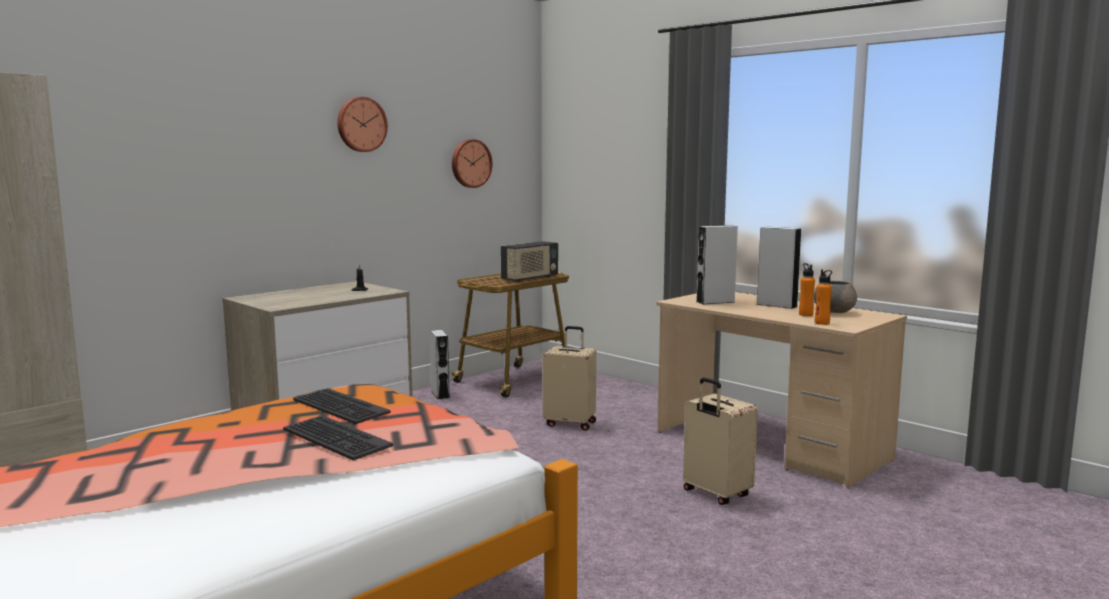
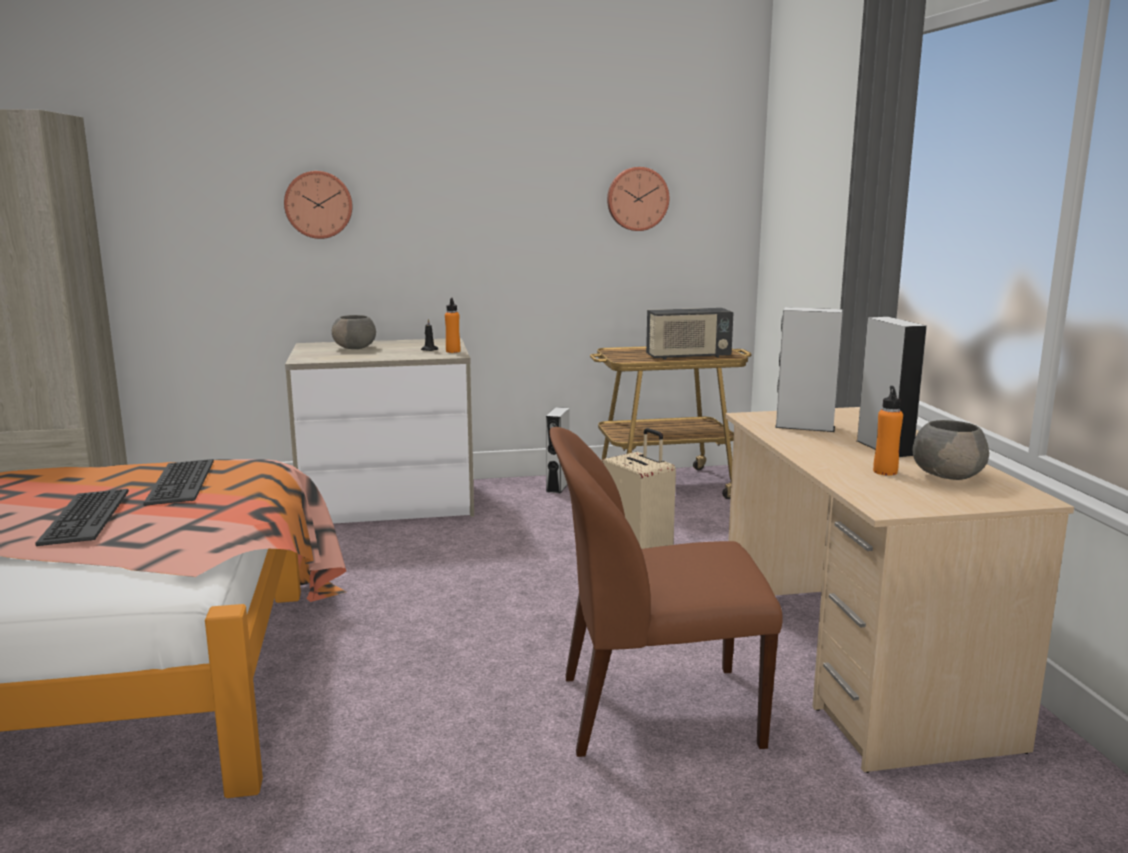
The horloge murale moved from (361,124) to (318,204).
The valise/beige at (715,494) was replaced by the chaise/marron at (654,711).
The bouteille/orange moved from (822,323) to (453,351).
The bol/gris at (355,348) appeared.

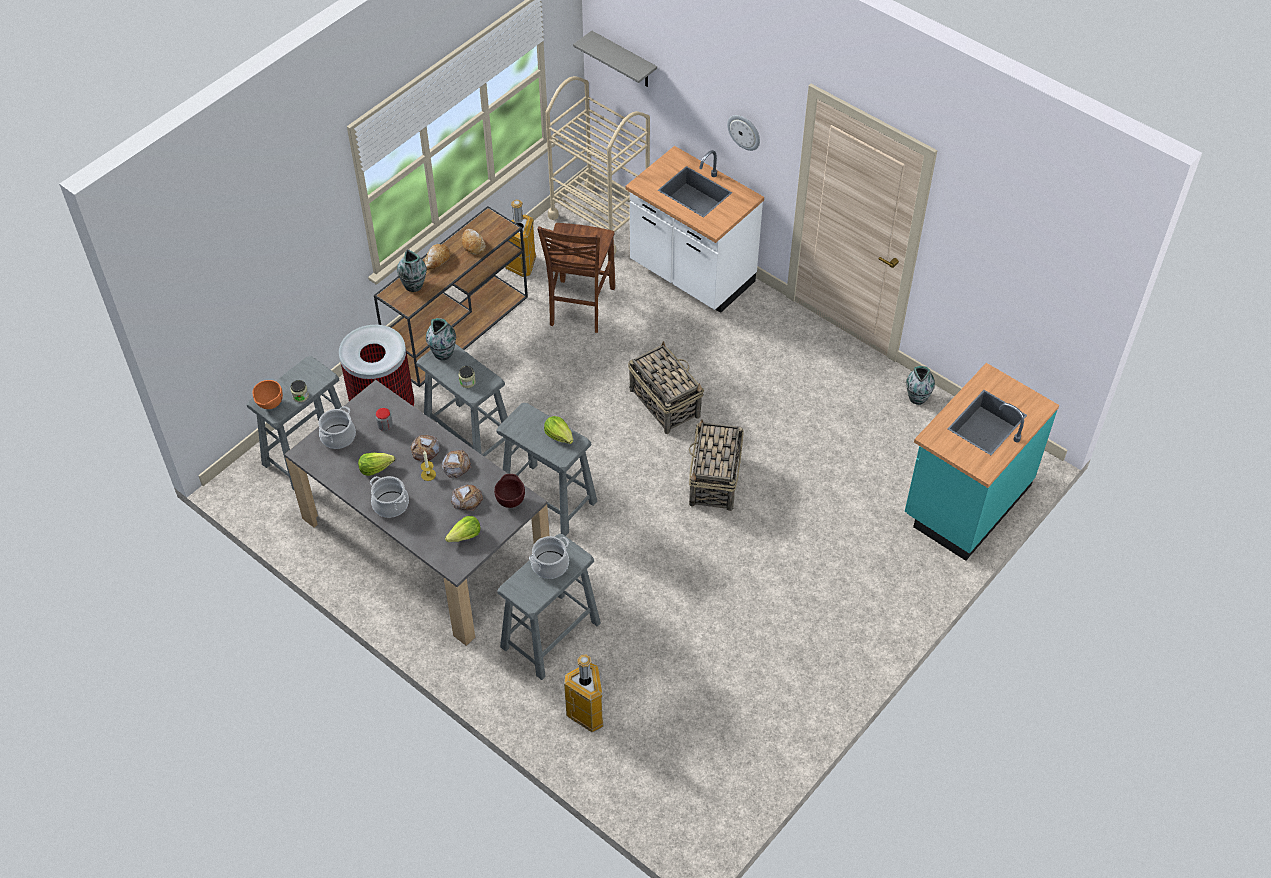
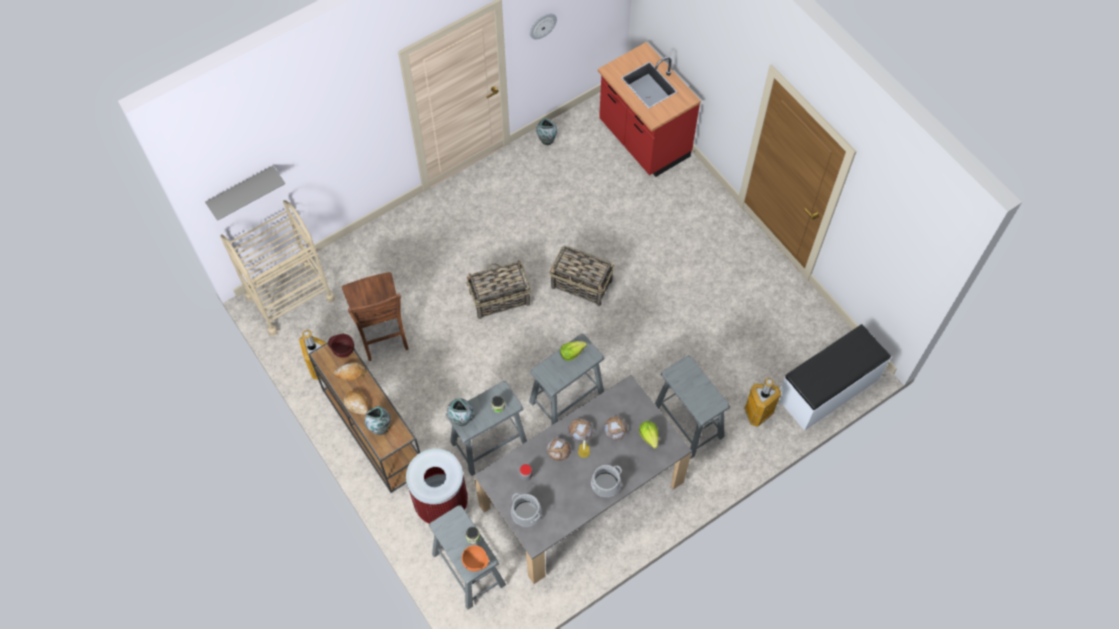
The laitue at (375,468) disappeared.
The bol/marron moved from (511,500) to (343,351).
The marmite at (550,565) disappeared.
The chaise/marron at (580,307) turned 45 degrees clockwise.
The comptoir de cuisine/blanc at (691,275) disappeared.
The horloge murale moved from (744,132) to (542,25).
The comptoir de cuisine/turquoise at (965,501) became the comptoir de cuisine/rouge at (643,141).
The banc/blanc at (828,389) appeared.

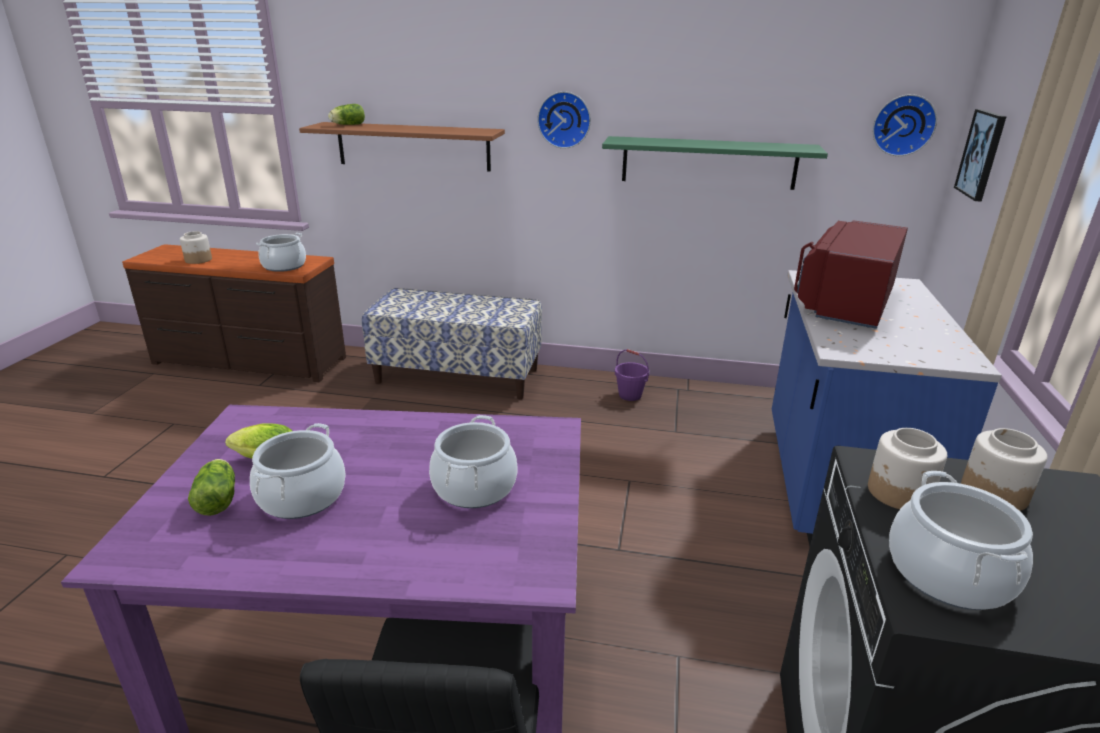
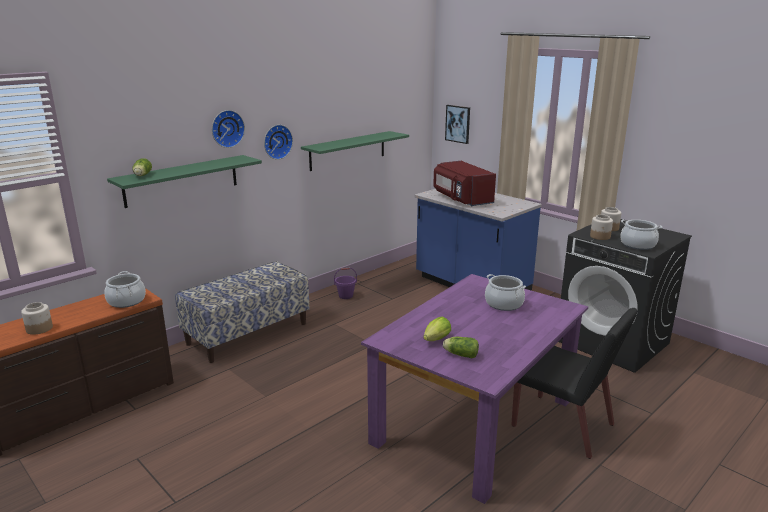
The marmite at (302,496) disappeared.
The étagère/marron at (413,146) became the étagère/vert at (182,180).
The horloge murale moved from (903,125) to (226,128).

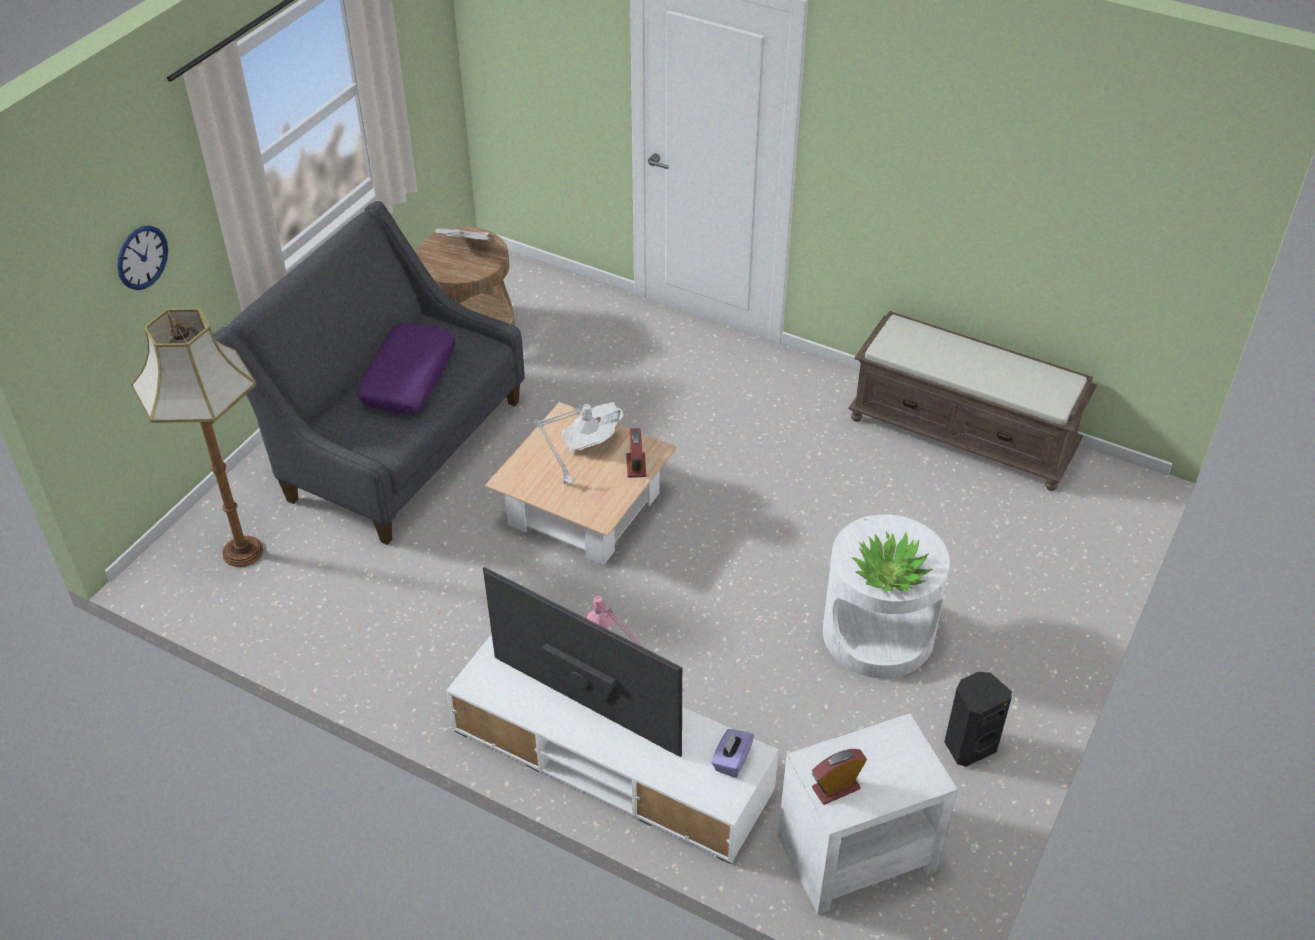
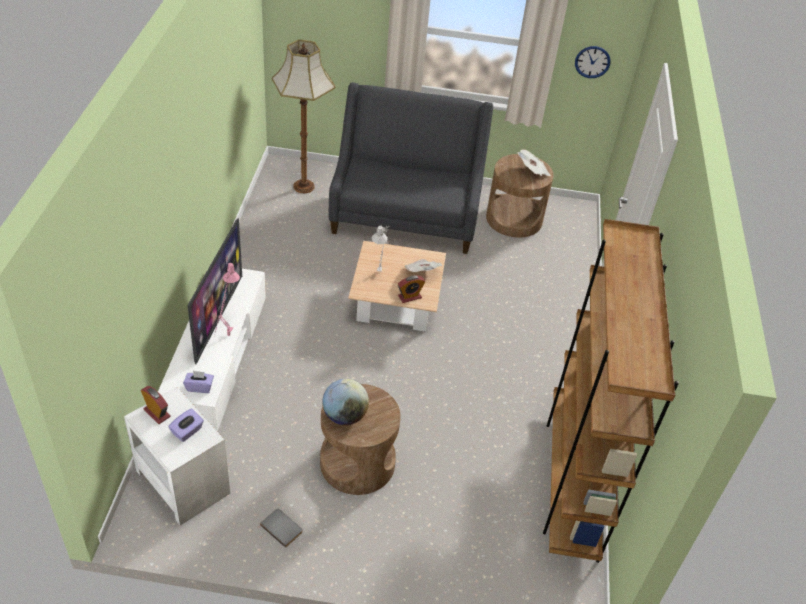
The horloge murale moved from (142,257) to (592,62).
The coussin/violet at (408,378) disappeared.
The table d'appoint/blanc at (877,634) became the table d'appoint/marron at (357,462).
The banc/marron at (964,433) was replaced by the bibliothèque/marron at (572,481).
The plante en pot at (889,573) was replaced by the globe at (344,416).
The enceinte/noir at (968,745) was replaced by the livre/gris at (282,527).
The boîte à mouchoirs/violet at (187,431) appeared.

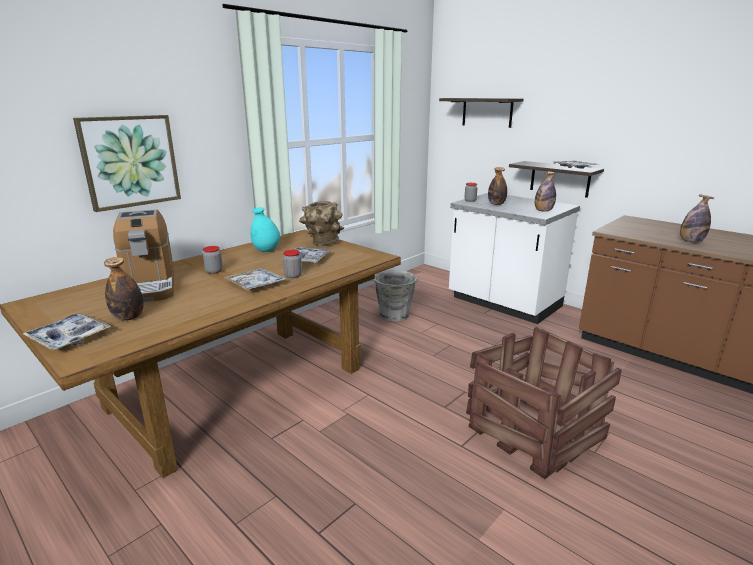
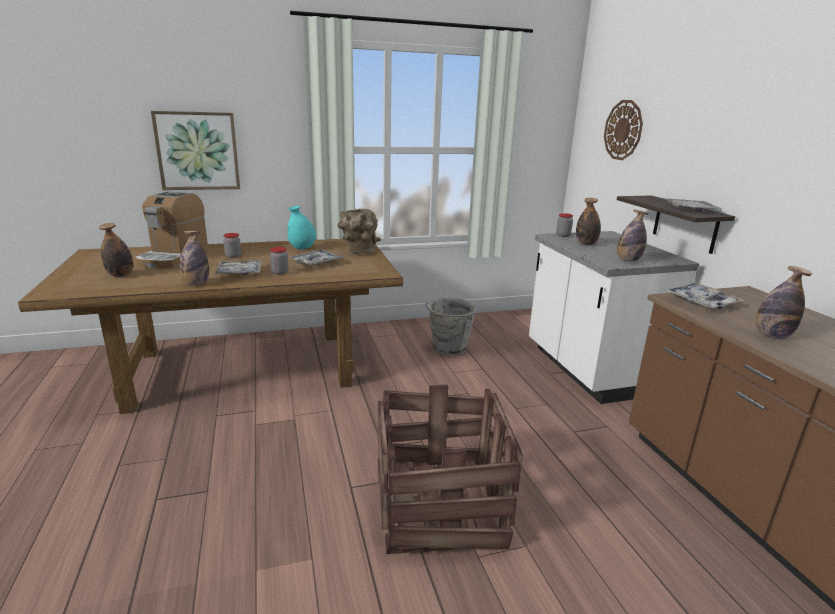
The plateau moved from (69,337) to (701,302).
The étagère at (487,112) was replaced by the horloge murale at (623,130).
The bouteille at (196,284) appeared.

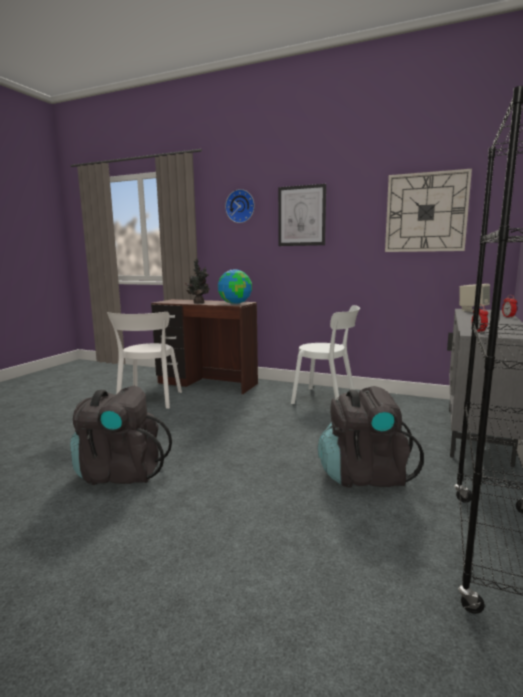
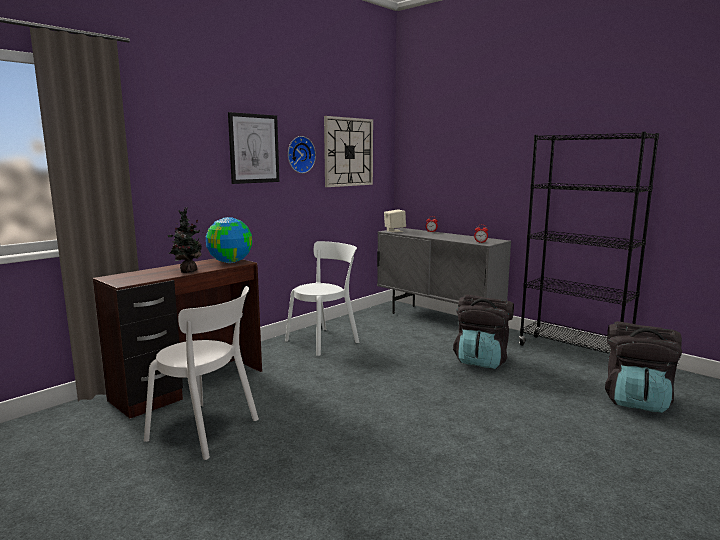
The sac à dos/noir moved from (120,473) to (636,400).
The horloge murale moved from (240,206) to (299,154).

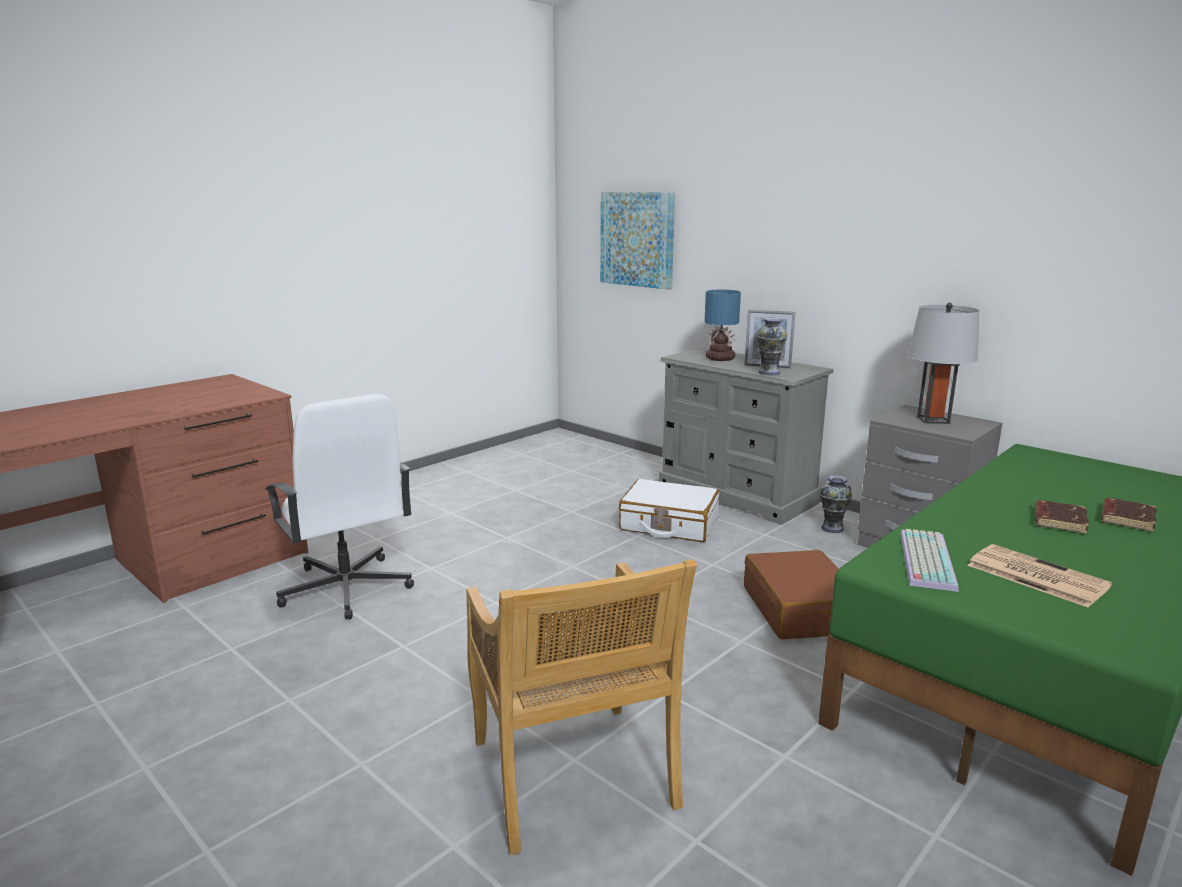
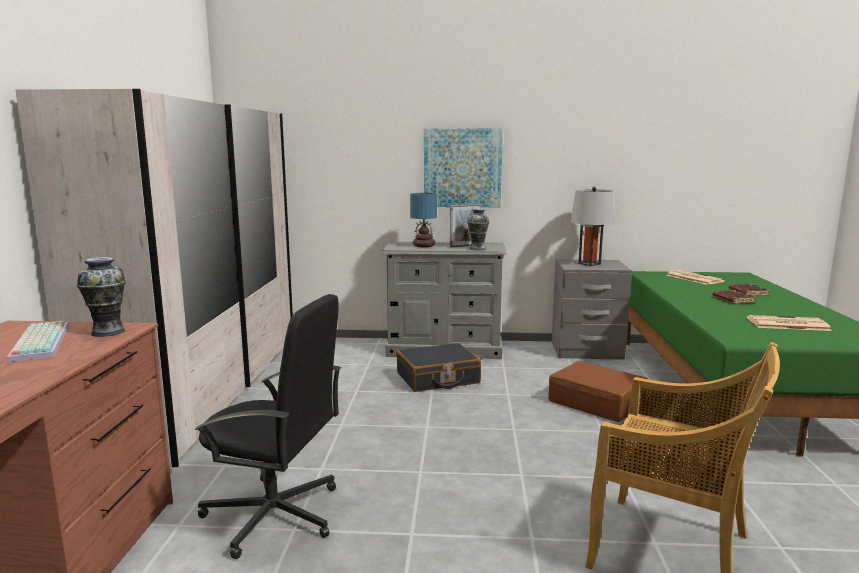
The chaise de bureau/blanc at (346,589) became the chaise de bureau/noir at (275,515).
The tableau moved from (637,239) to (462,168).
The valise/blanc at (669,524) became the valise/noir at (438,378).
The vase moved from (832,528) to (108,332).
The clavier moved from (924,559) to (38,342).
The armoire/blanc at (209,389) appeared.
The journal at (693,278) appeared.

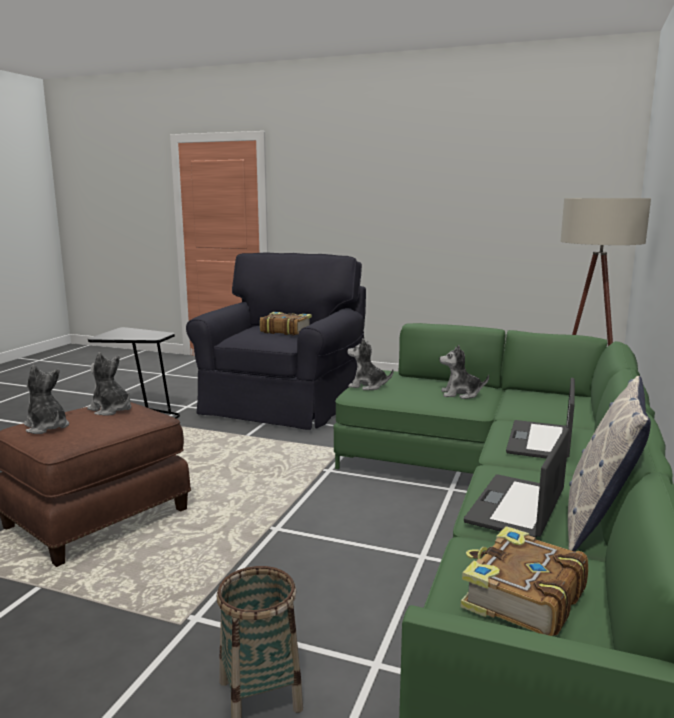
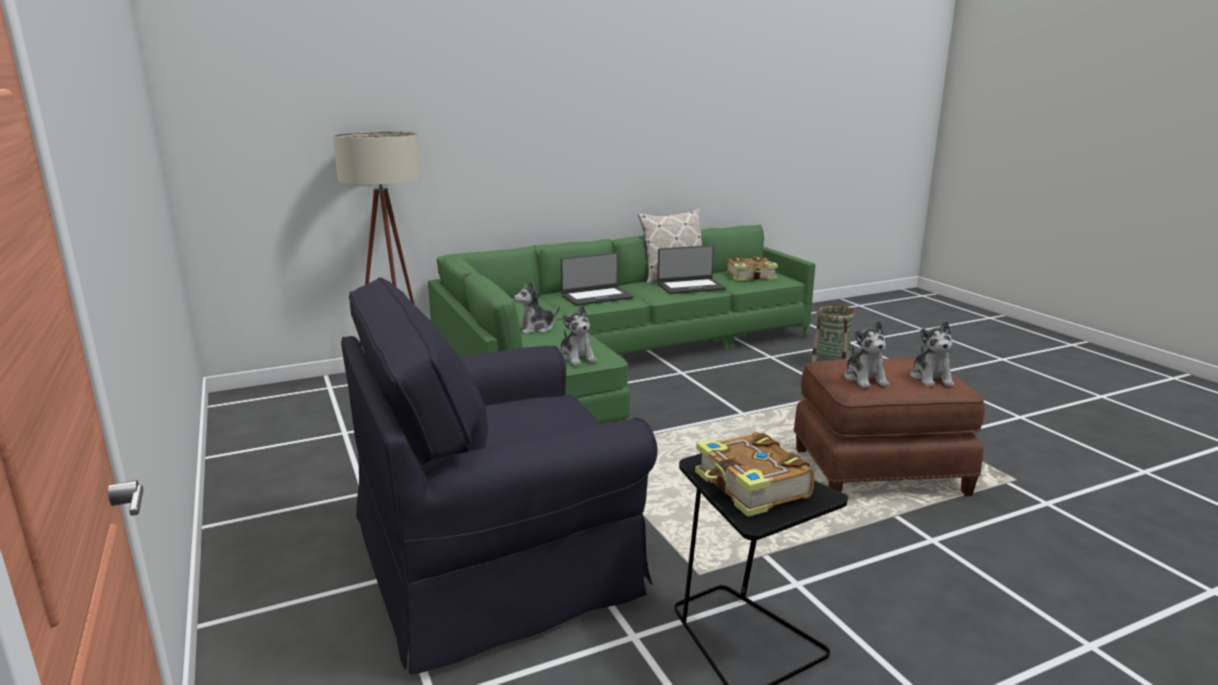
The livre moved from (285,331) to (751,487).
The peluche at (461,394) turned 105 degrees clockwise.

